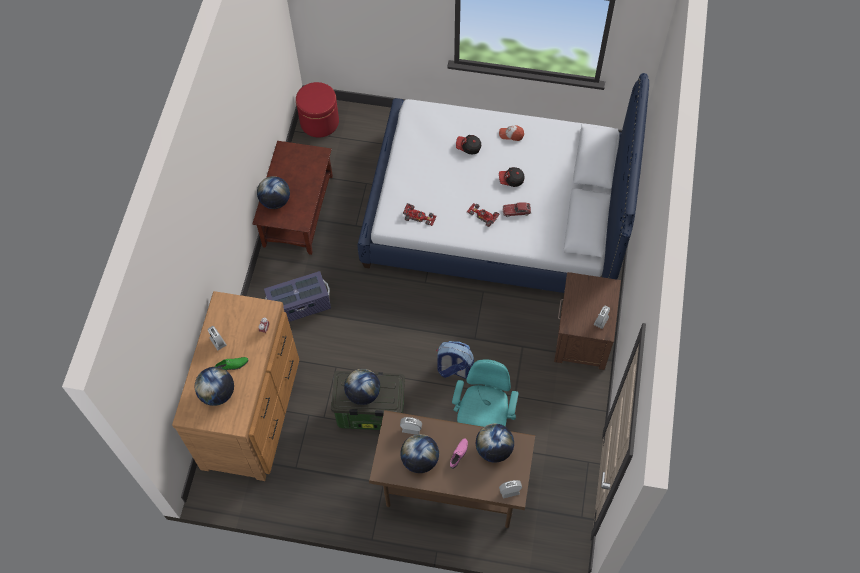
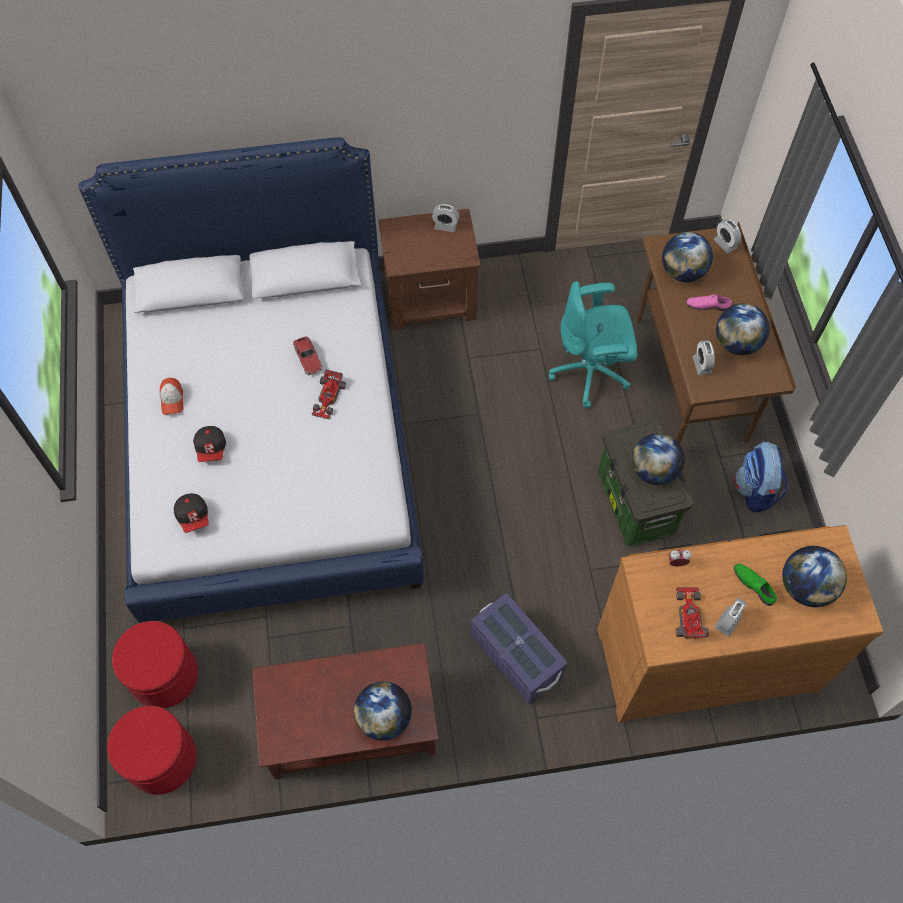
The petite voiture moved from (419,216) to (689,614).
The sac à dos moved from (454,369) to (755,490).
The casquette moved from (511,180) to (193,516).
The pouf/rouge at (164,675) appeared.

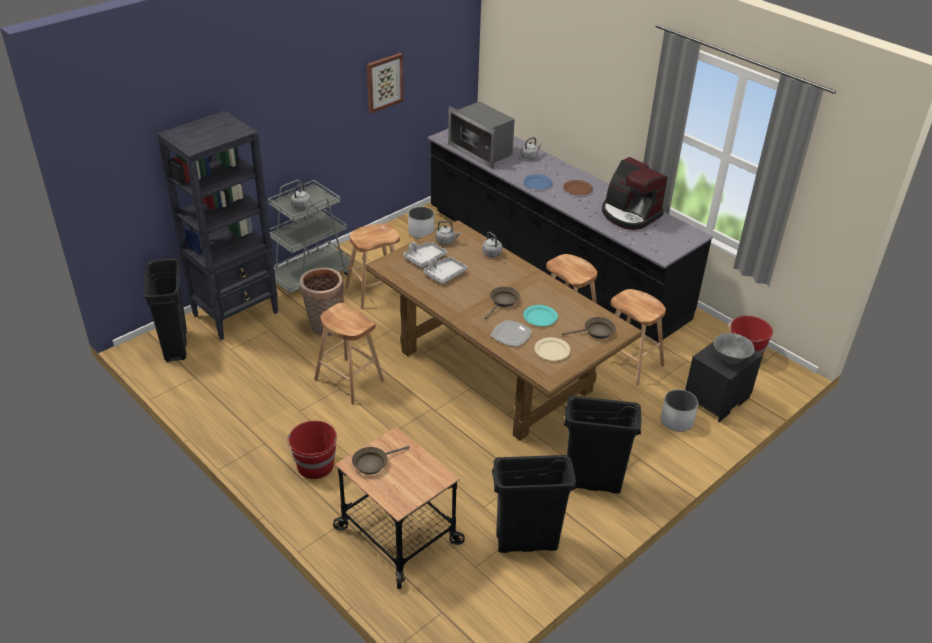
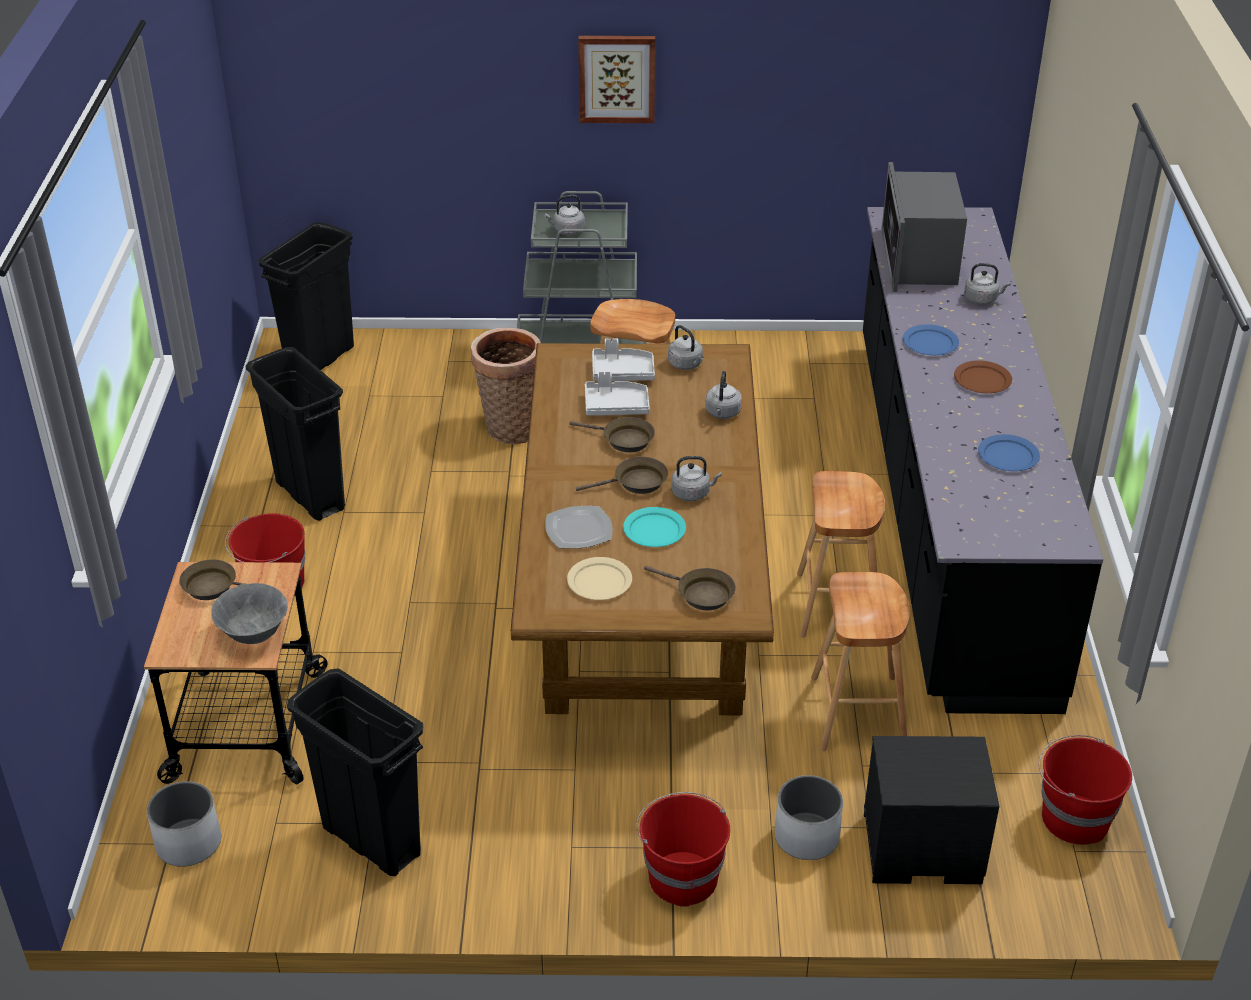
The bibliothèque/noir at (236,314) disappeared.
The tabouret/marron at (349,381) disappeared.
The tableau moved from (384,82) to (617,78).
The cache-pot/blanc moved from (421,232) to (189,843).
The poubelle/noir moved from (592,483) to (310,495).
The machine à café at (629,214) was replaced by the assiette/bleu at (1008,456).
The bol/gris moved from (730,359) to (254,635).
The poêle/marron at (623,440) appeared.
The seau/rouge at (682,877) appeared.
The bouilloire/gris at (692,493) appeared.

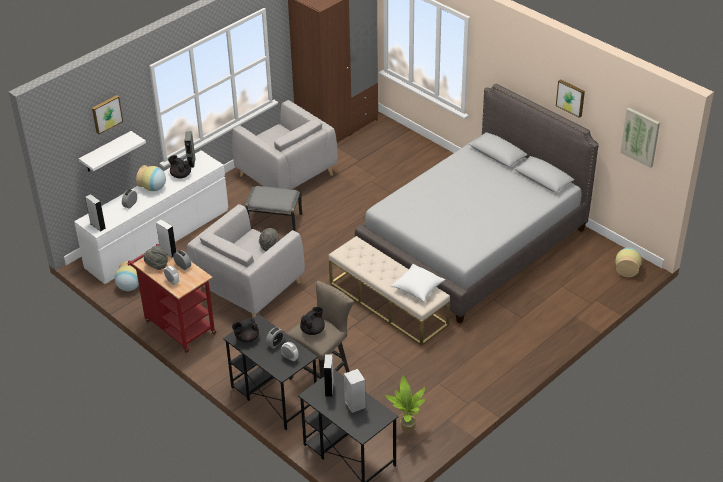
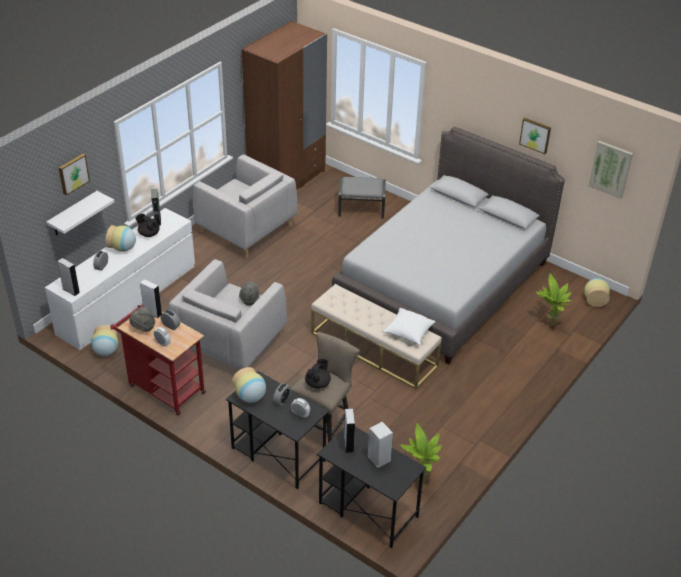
The théière/noir at (246,338) was replaced by the vase at (250,397).
The pouf/gris moved from (275,221) to (361,209).
The plante en pot at (550,323) appeared.

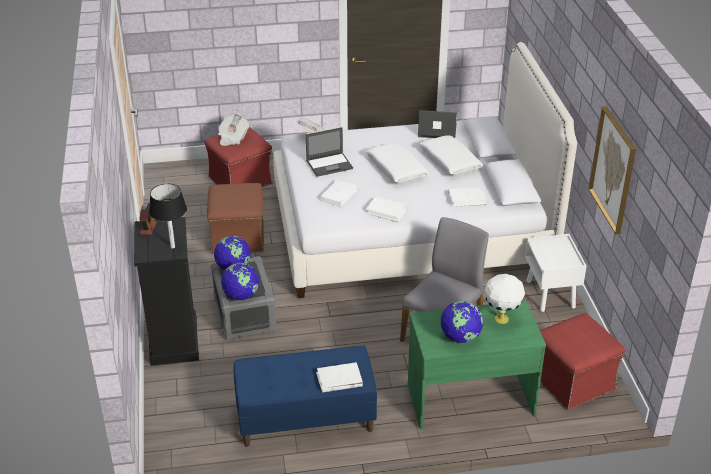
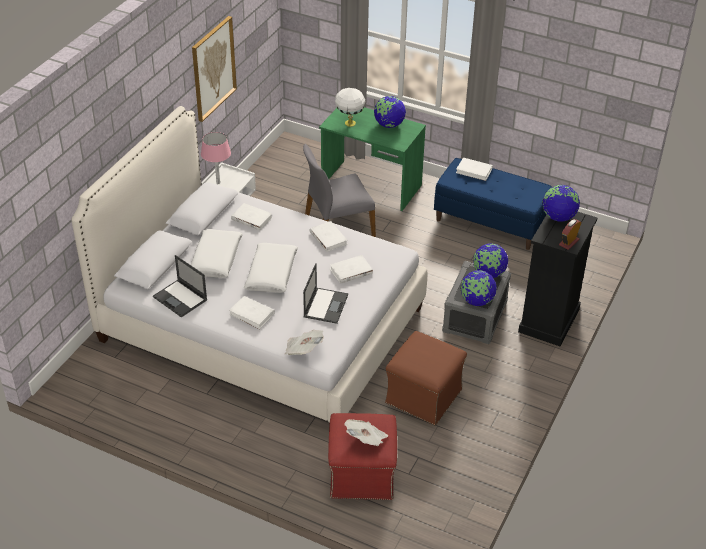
The lampe de table/noir at (173,247) was replaced by the globe at (558,217).
The ordinateur portable at (330,164) turned 90 degrees clockwise.
The pouf/rouge at (572,382) disappeared.
The lampe de table/rose at (218,182) appeared.
The livre/blanc at (252,314) appeared.

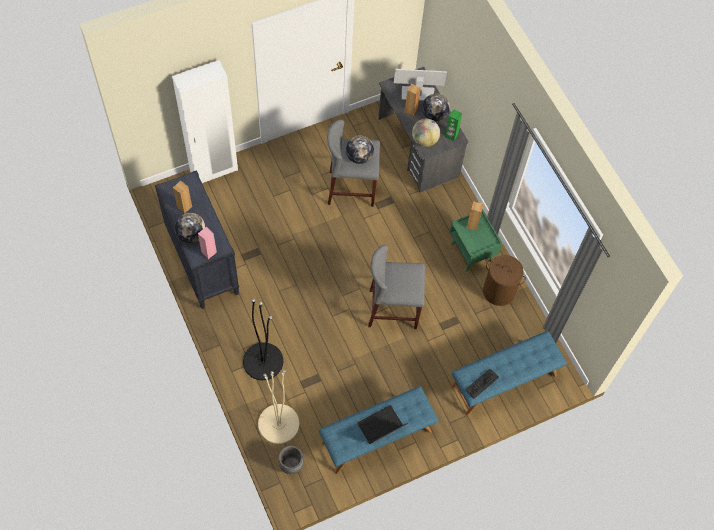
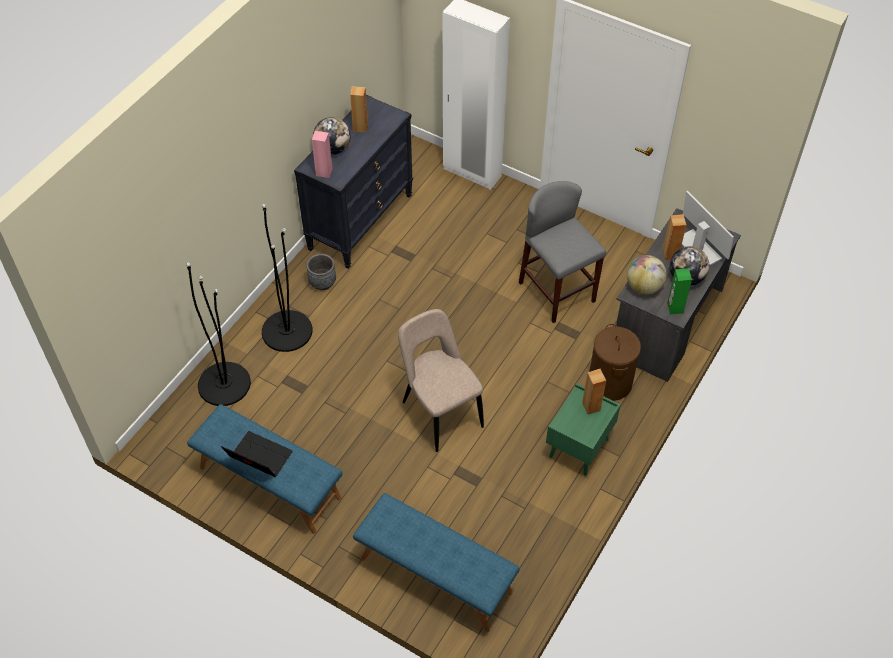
The lampadaire/beige at (278,423) became the lampadaire/noir at (224,384).
The cache-pot/gris moved from (291,464) to (322,283).
The globe at (359,157) disappeared.
The tabouret/gris at (393,309) was replaced by the chaise/beige at (440,411).
The clavier at (481,383) disappeared.
The panier à linge/marron moved from (498,291) to (609,382).

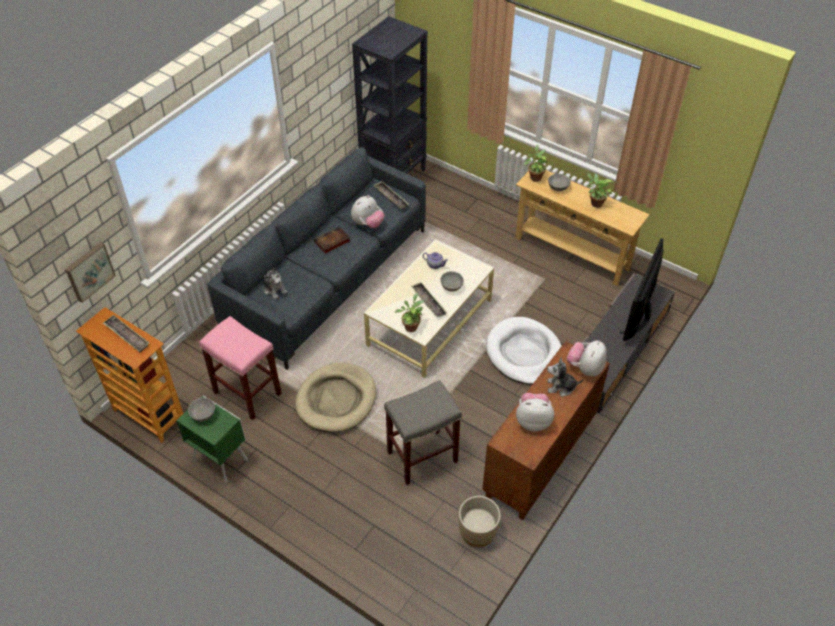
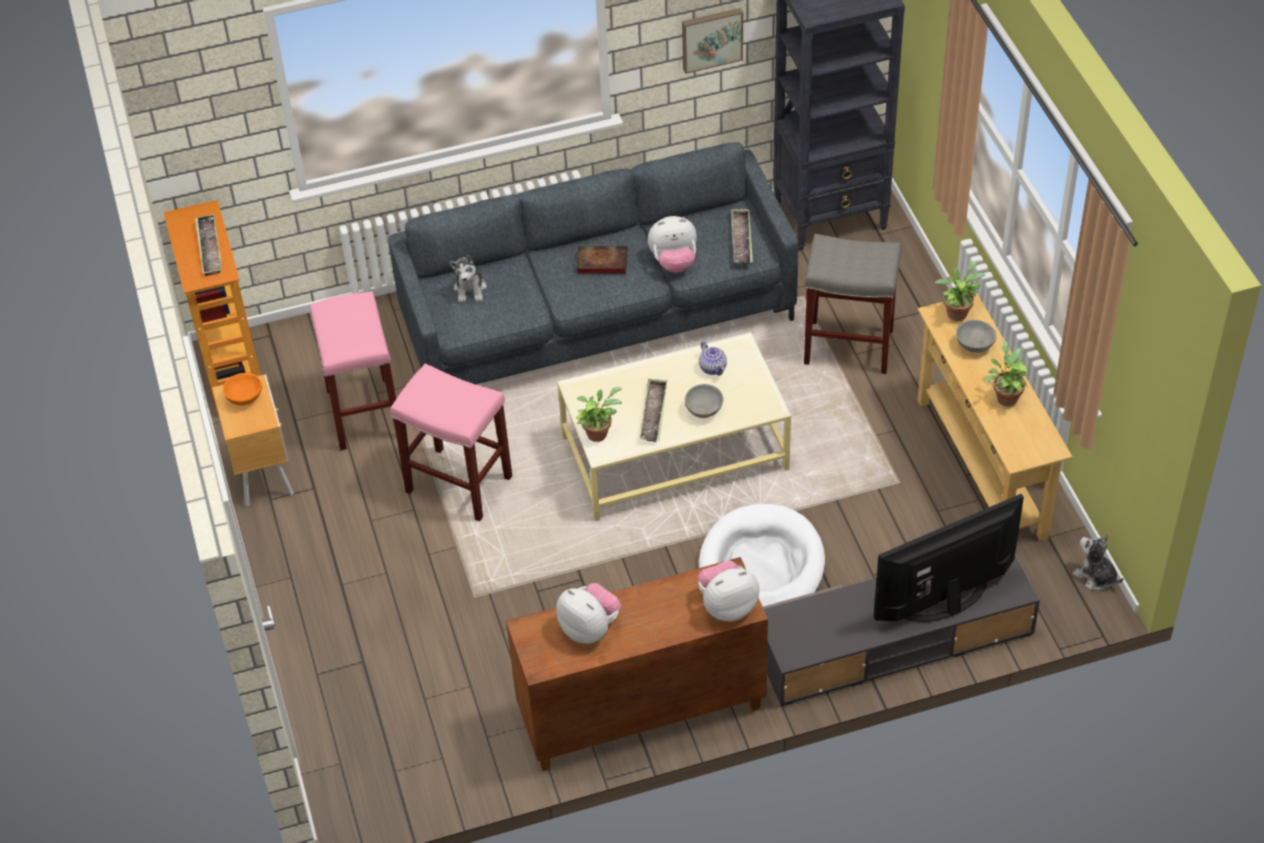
The tableau moved from (89,271) to (711,38).
The table de chevet/vert at (220,459) became the table de chevet/marron at (264,475).
The bol/gris at (203,415) became the bol/orange at (244,398).
The panier pour chien/beige at (336,400) was replaced by the tabouret/rose at (460,484).
The tabouret/gris moved from (423,456) to (850,346).
The cache-pot/beige at (477,532) disappeared.
The peluche moved from (561,387) to (1095,577).

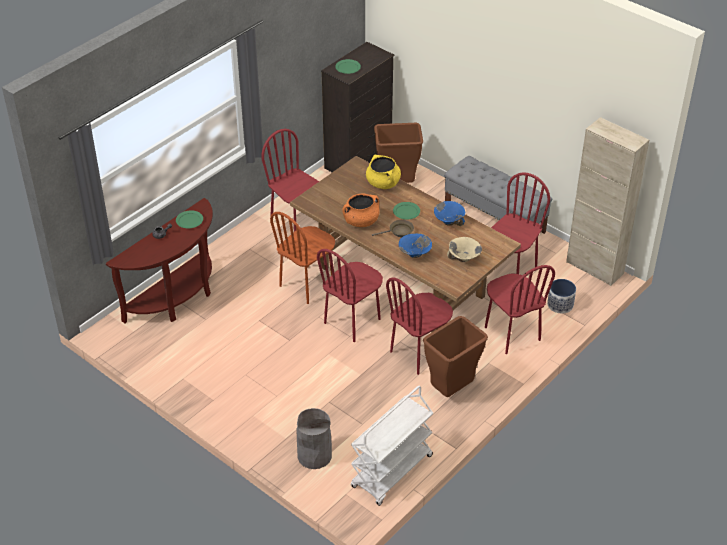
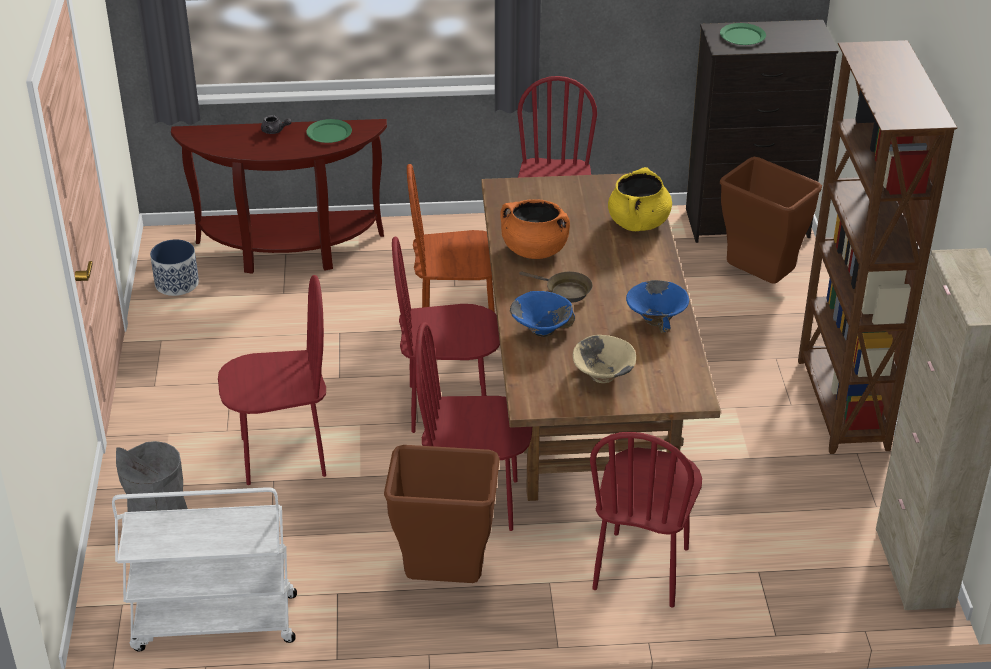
The assiette/vert at (406,212) disappeared.
The banc/gris at (494,220) was replaced by the bibliothèque/marron at (841,405).
The chaise/rouge moved from (510,270) to (283,456).
The cache-pot moved from (560,304) to (177,284).

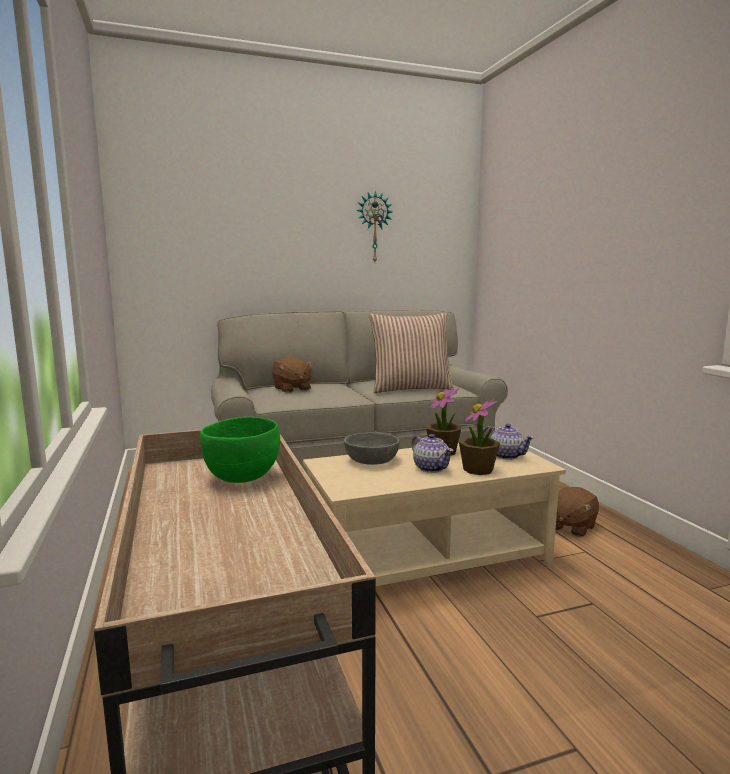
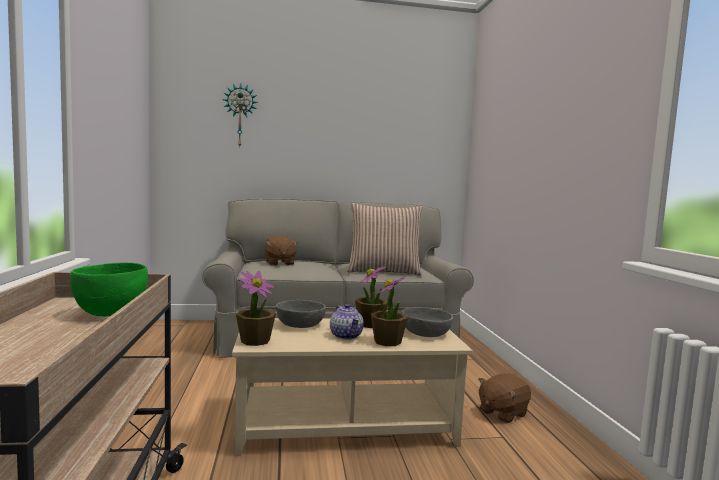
The horloge murale moved from (374,227) to (240,115).
The théière at (506,455) was replaced by the bol/gris at (426,333).
The plante en pot at (255,341) appeared.

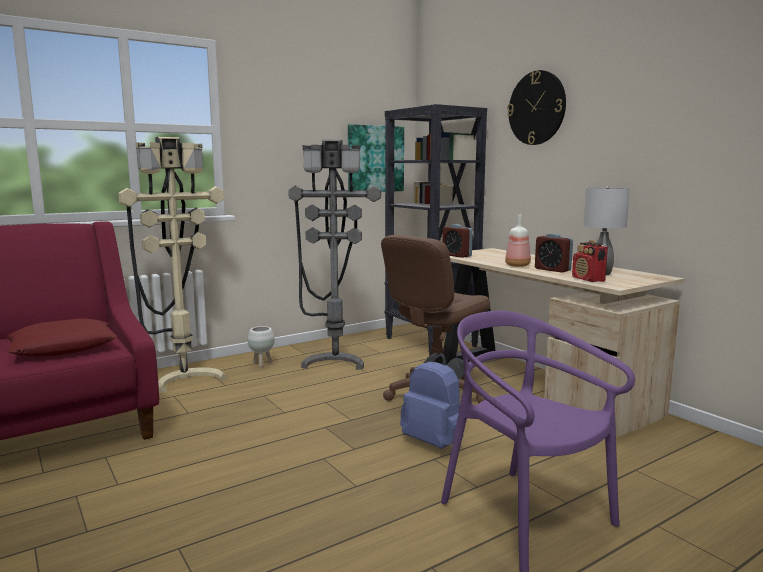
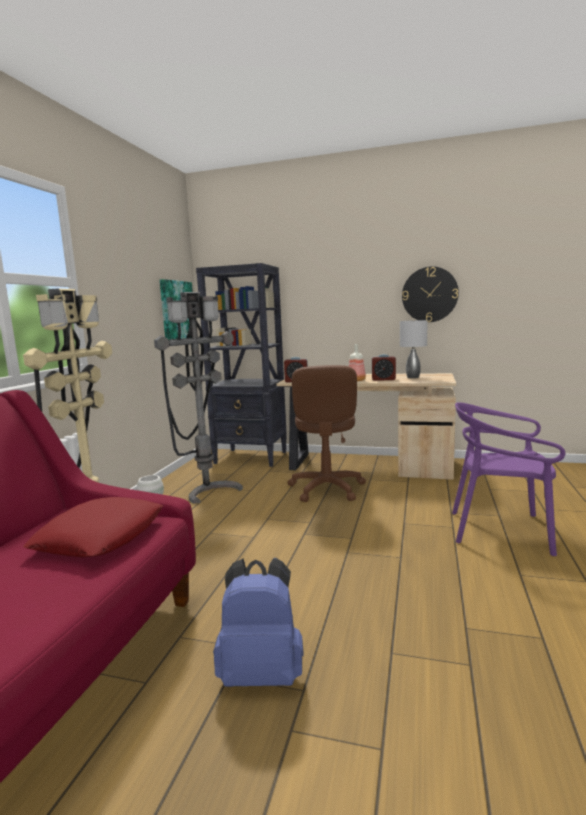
The sac à dos/bleu moved from (436,442) to (262,672).
The horloge murale moved from (537,108) to (429,294).
The radio at (588,280) disappeared.

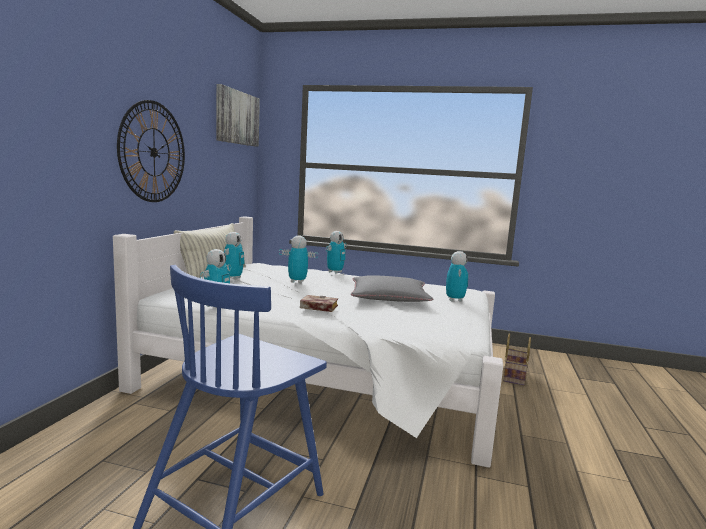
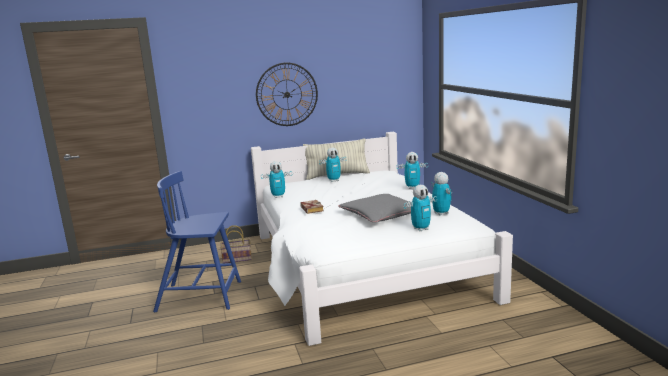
The tableau at (237,117) disappeared.
The robot jouet moved from (297,281) to (441,213).
The panier moved from (513,376) to (238,258).

